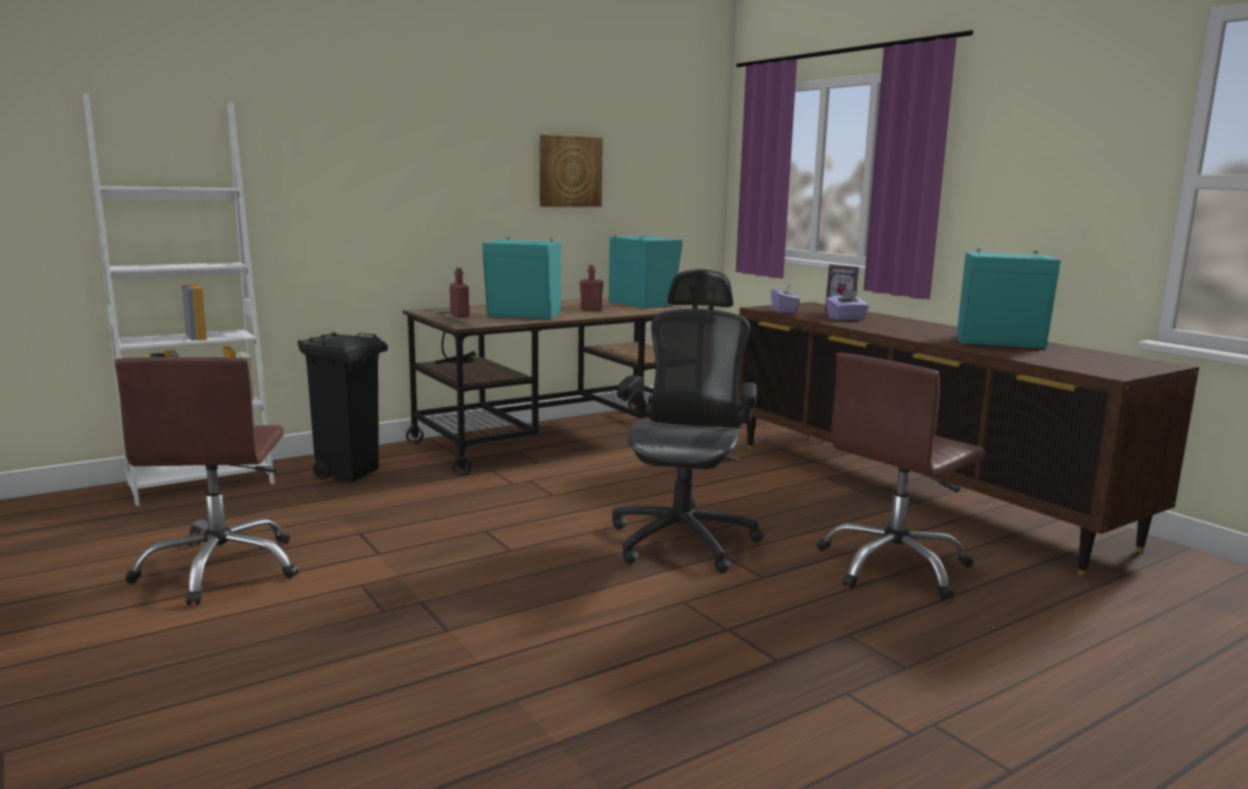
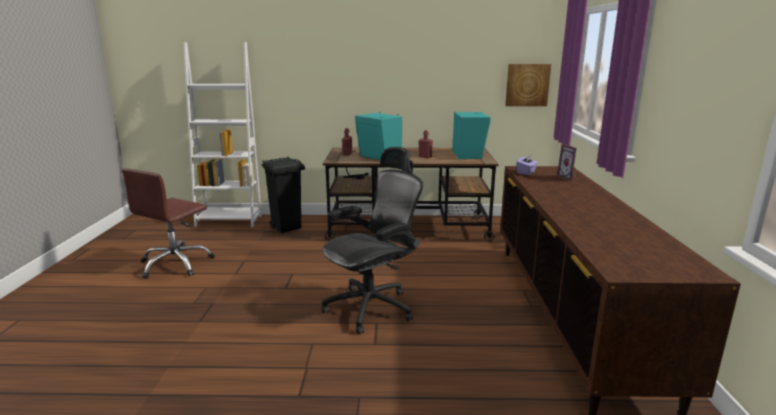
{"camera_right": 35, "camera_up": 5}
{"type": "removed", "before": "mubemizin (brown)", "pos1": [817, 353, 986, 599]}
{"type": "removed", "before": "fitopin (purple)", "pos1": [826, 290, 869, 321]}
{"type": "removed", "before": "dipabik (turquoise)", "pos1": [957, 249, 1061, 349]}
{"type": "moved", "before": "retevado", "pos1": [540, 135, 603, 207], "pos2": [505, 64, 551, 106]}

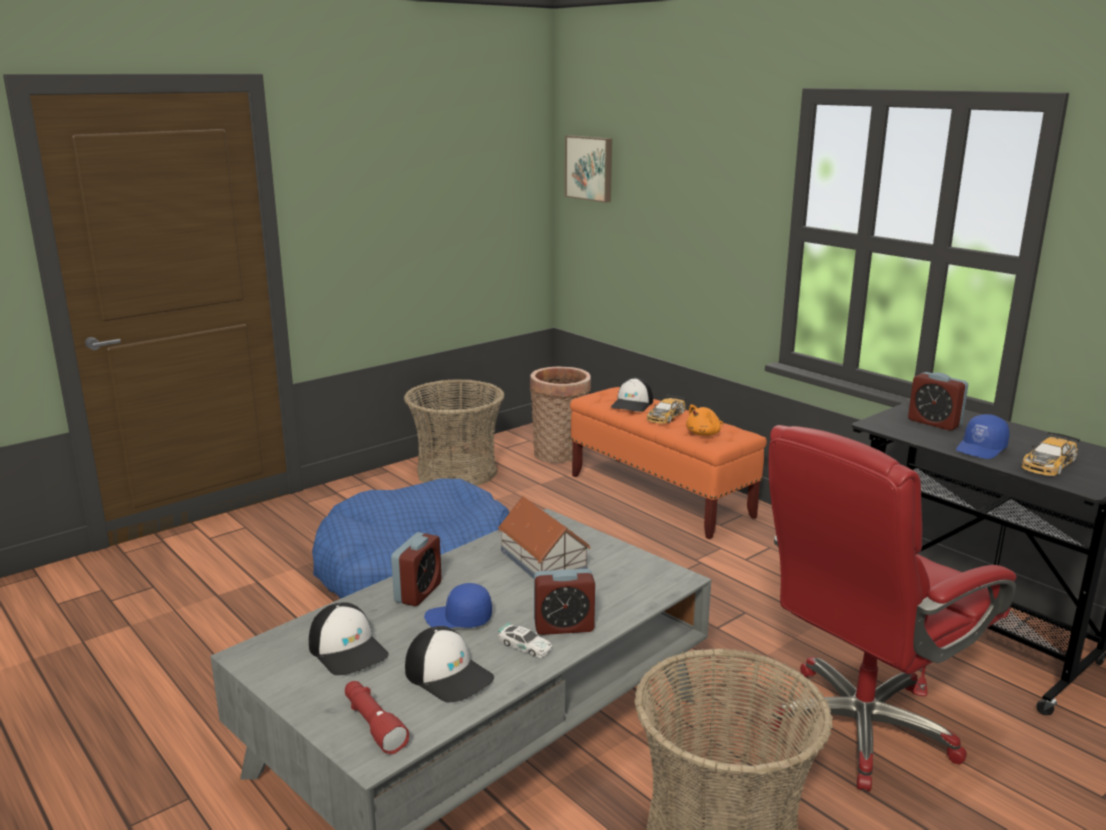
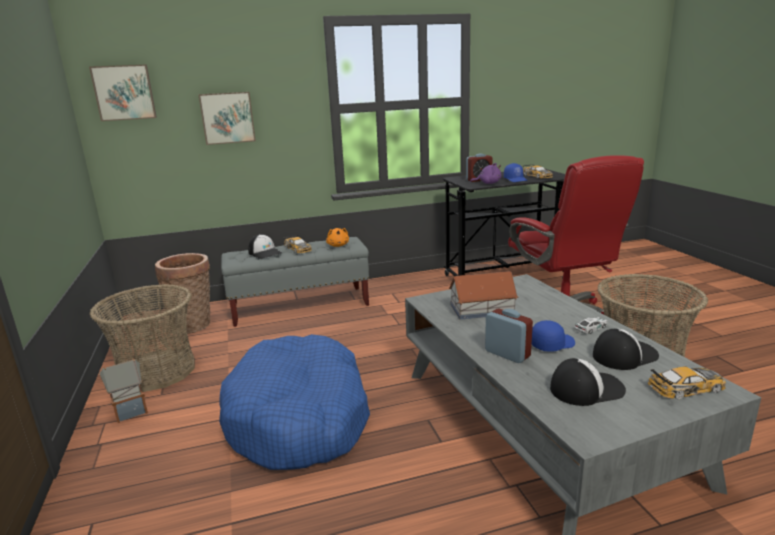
{"camera_right": -65, "camera_up": 0}
{"type": "removed", "before": "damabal", "pos1": [534, 569, 595, 635]}
{"type": "added", "after": "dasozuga", "pos2": [100, 359, 148, 423]}
{"type": "added", "after": "retevado", "pos2": [198, 92, 256, 145]}
{"type": "added", "after": "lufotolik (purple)", "pos2": [470, 163, 501, 184]}
{"type": "replaced", "before": "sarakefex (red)", "after": "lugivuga", "pos1": [345, 681, 409, 754], "pos2": [648, 366, 726, 399]}
{"type": "recoloured", "before": "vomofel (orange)", "after": "vomofel (grey)", "pos1": [570, 387, 767, 539], "pos2": [221, 237, 370, 327]}
{"type": "turned", "before": "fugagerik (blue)", "pos1": [424, 583, 492, 628], "pos2": [532, 320, 575, 352], "turn": -150}

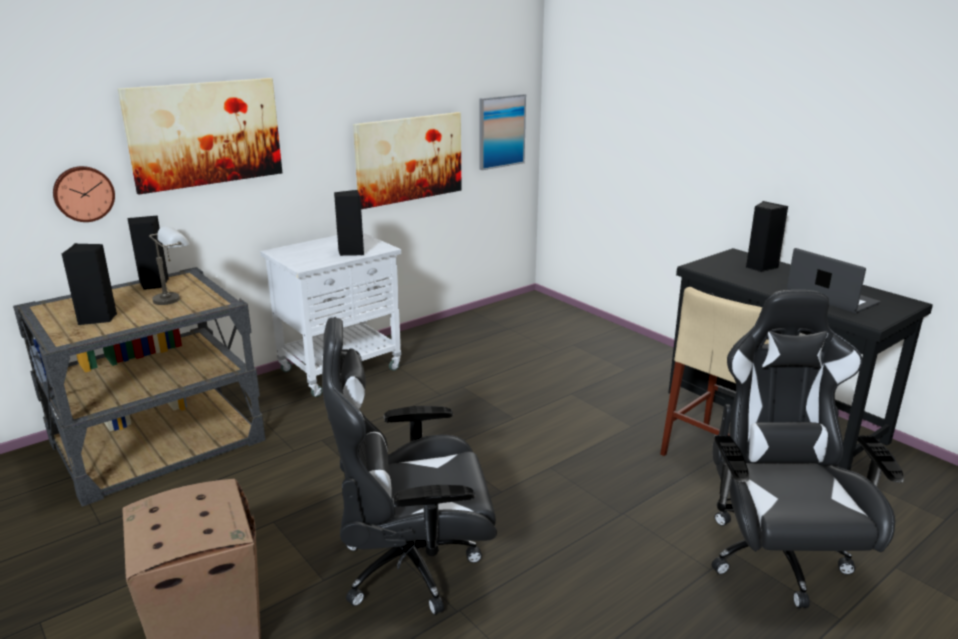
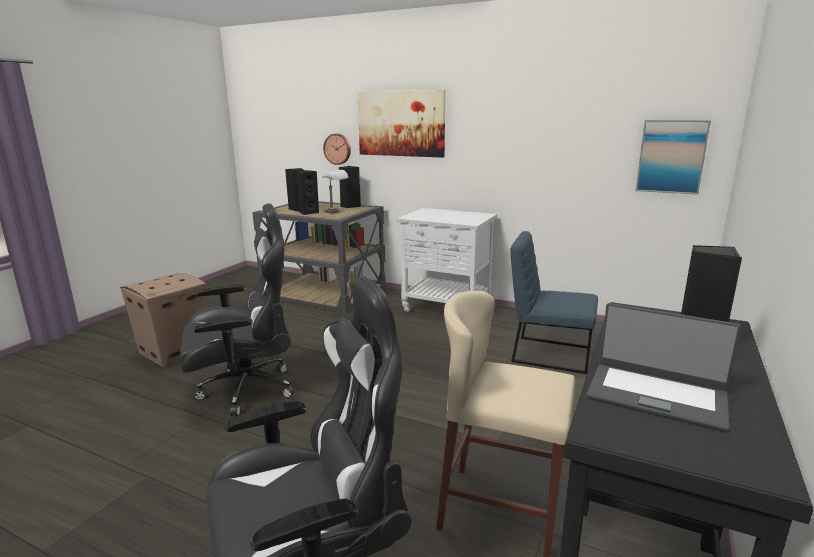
{"camera_right": 65, "camera_up": -5}
{"type": "removed", "before": "retevado", "pos1": [353, 112, 461, 209]}
{"type": "added", "after": "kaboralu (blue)", "pos2": [510, 231, 598, 374]}
{"type": "moved", "before": "dipabik (black)", "pos1": [334, 190, 364, 256], "pos2": [296, 170, 319, 215]}
{"type": "turned", "before": "mubemizin (black)", "pos1": [322, 317, 497, 615], "pos2": [180, 203, 295, 416], "turn": 105}
{"type": "turned", "before": "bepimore", "pos1": [787, 248, 881, 314], "pos2": [586, 303, 741, 432], "turn": 90}

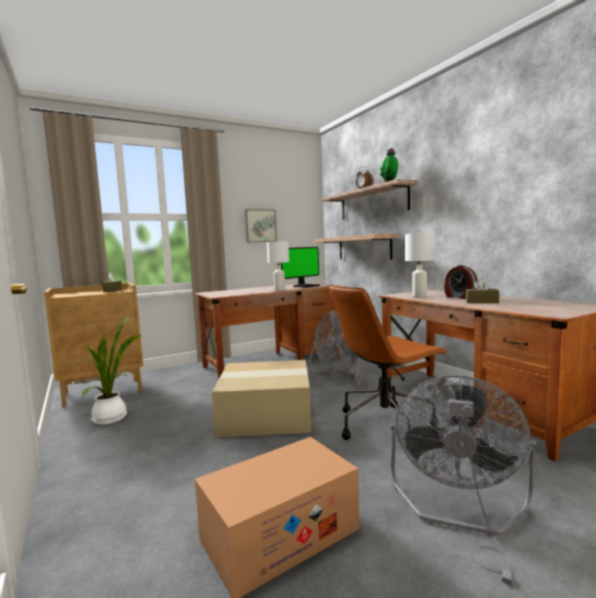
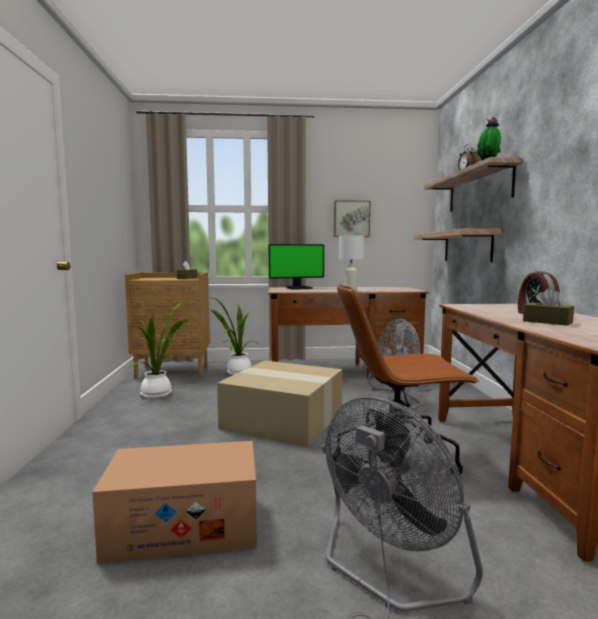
{"camera_right": 25, "camera_up": 0}
{"type": "removed", "before": "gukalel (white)", "pos1": [405, 233, 435, 297]}
{"type": "added", "after": "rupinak", "pos2": [211, 298, 257, 375]}
{"type": "moved", "before": "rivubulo", "pos1": [281, 247, 319, 288], "pos2": [269, 244, 324, 290]}

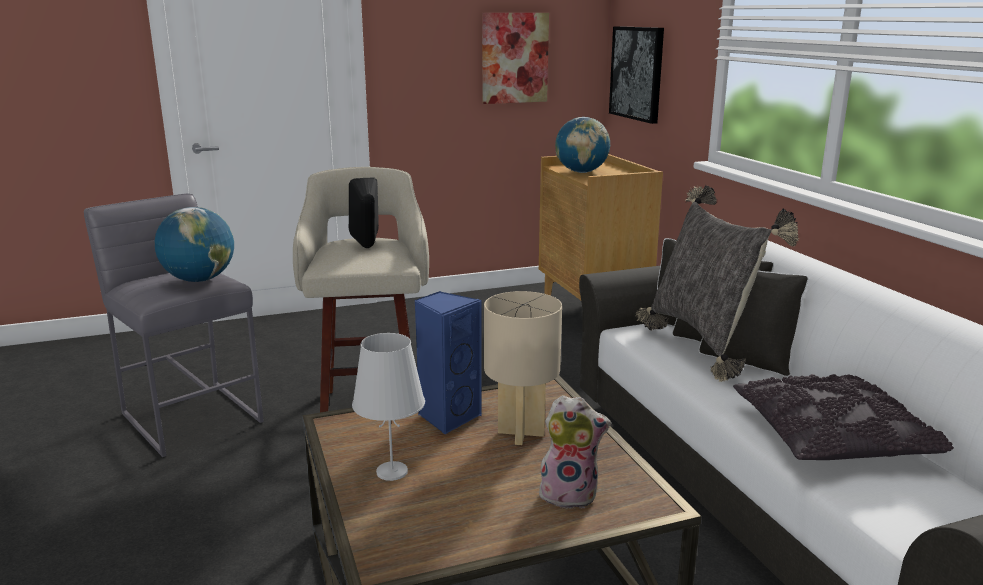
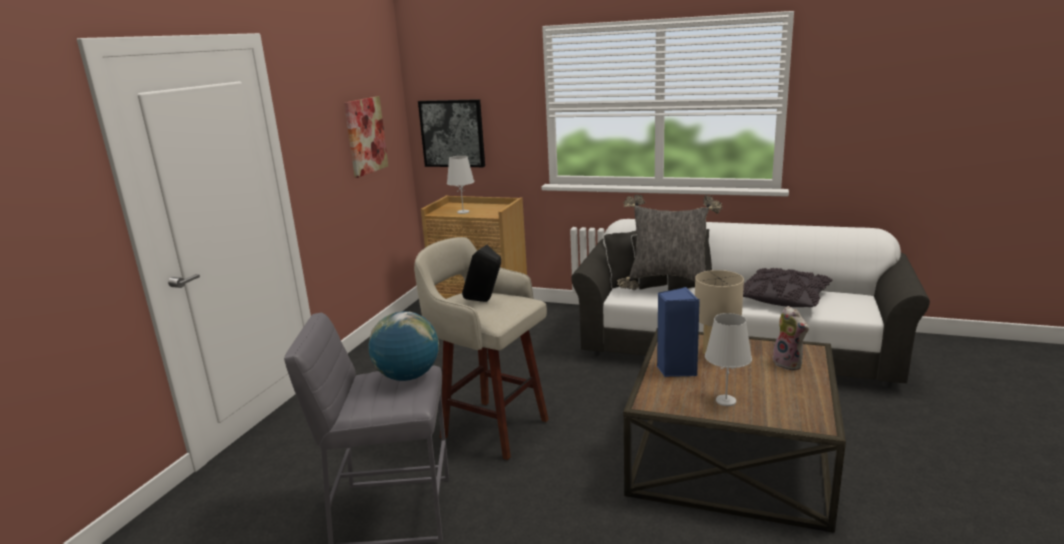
{"camera_right": -50, "camera_up": 0}
{"type": "replaced", "before": "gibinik", "after": "gukalel (white)", "pos1": [555, 117, 610, 173], "pos2": [447, 156, 475, 214]}
{"type": "turned", "before": "lufotolik", "pos1": [537, 395, 611, 509], "pos2": [772, 306, 809, 370], "turn": 105}

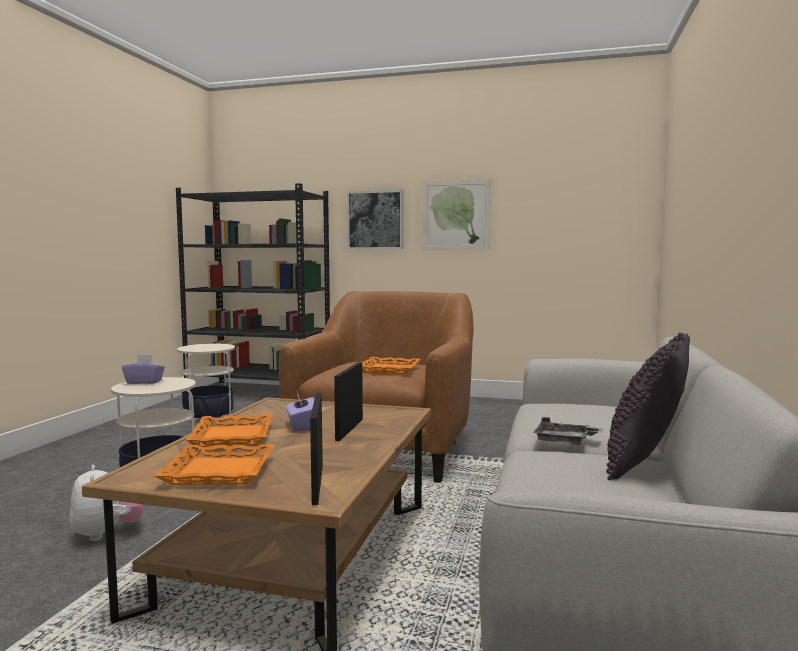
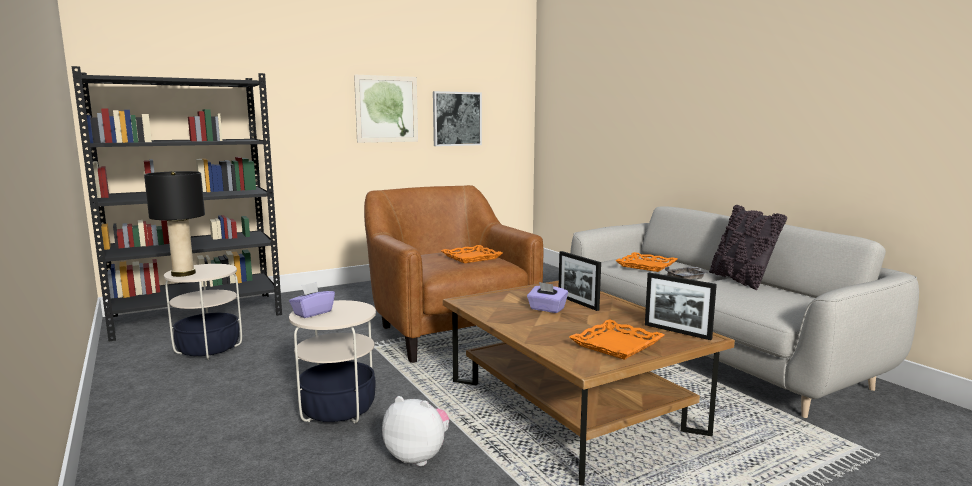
{"camera_right": -45, "camera_up": 5}
{"type": "added", "after": "gukalel (black)", "pos2": [144, 171, 205, 277]}
{"type": "moved", "before": "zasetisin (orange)", "pos1": [186, 414, 272, 447], "pos2": [615, 252, 678, 272]}
{"type": "moved", "before": "retevado", "pos1": [347, 190, 403, 249], "pos2": [433, 91, 482, 146]}

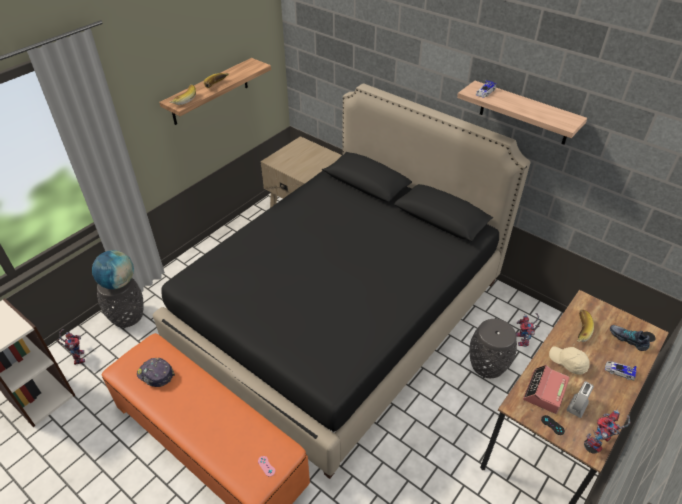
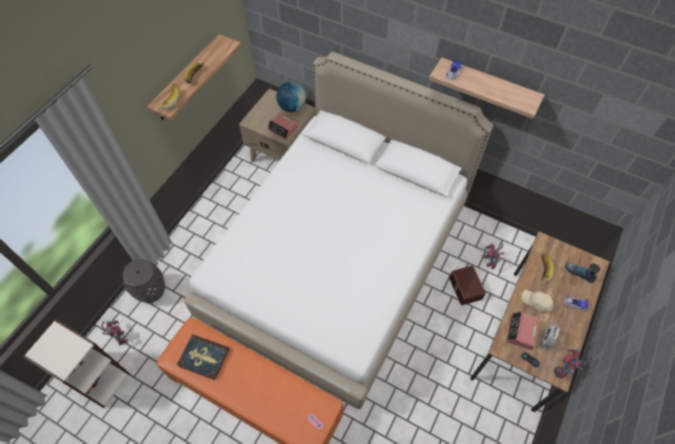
{"camera_right": -10, "camera_up": 15}
{"type": "added", "after": "damabal", "pos2": [268, 113, 298, 140]}
{"type": "moved", "before": "gibinik", "pos1": [92, 250, 134, 289], "pos2": [276, 81, 306, 112]}
{"type": "replaced", "before": "fugagerik", "after": "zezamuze", "pos1": [137, 358, 175, 387], "pos2": [177, 334, 230, 380]}
{"type": "replaced", "before": "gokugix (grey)", "after": "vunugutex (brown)", "pos1": [469, 319, 517, 378], "pos2": [449, 266, 486, 305]}
{"type": "recoloured", "before": "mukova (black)", "after": "mukova (white)", "pos1": [153, 84, 531, 479], "pos2": [184, 52, 494, 410]}

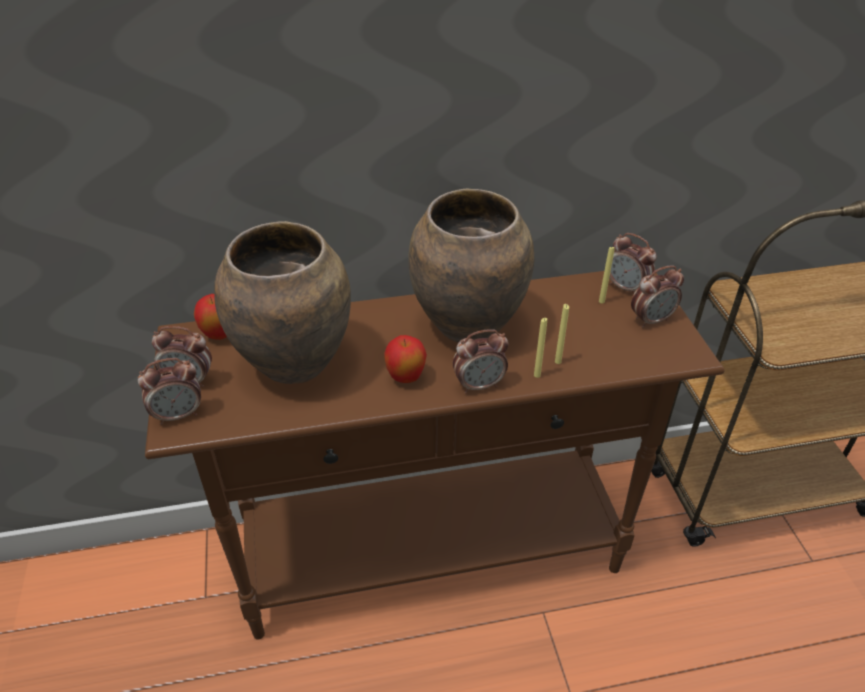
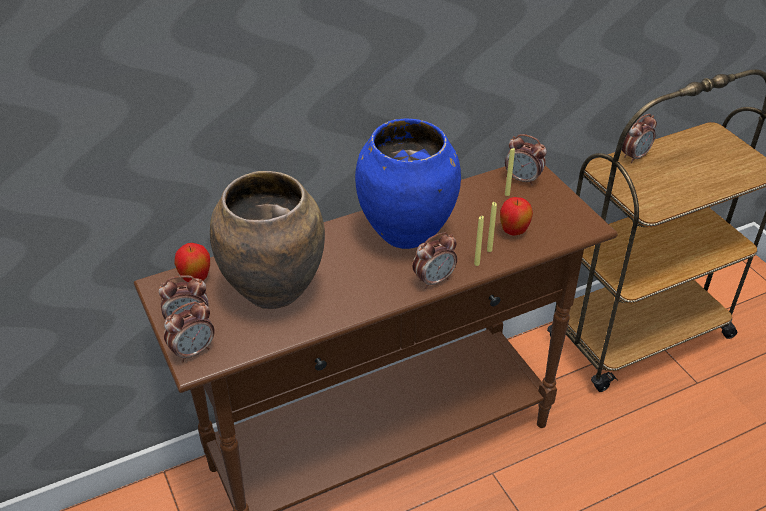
{"camera_right": -15, "camera_up": 0}
{"type": "moved", "before": "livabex", "pos1": [384, 335, 427, 383], "pos2": [500, 197, 533, 236]}
{"type": "moved", "before": "damabal", "pos1": [631, 266, 684, 328], "pos2": [622, 114, 657, 163]}
{"type": "recoloured", "before": "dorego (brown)", "after": "dorego (blue)", "pos1": [408, 188, 534, 343], "pos2": [355, 119, 461, 249]}

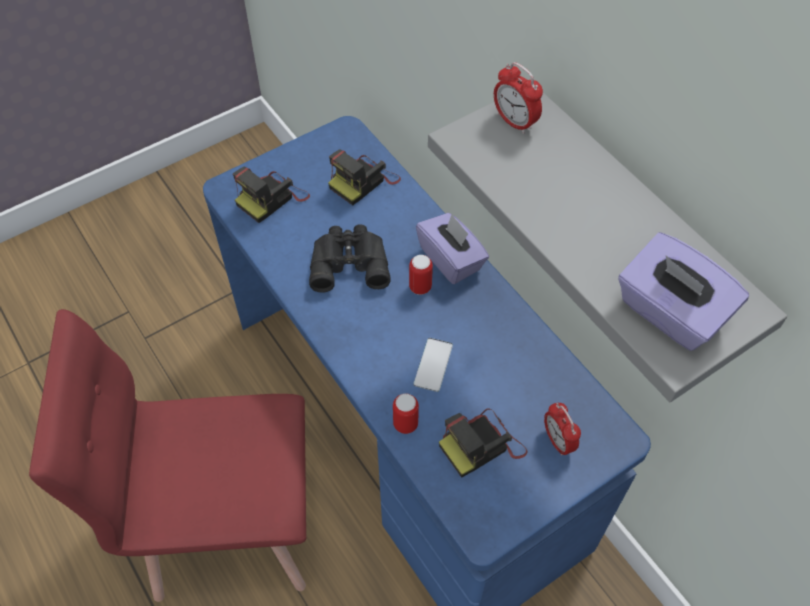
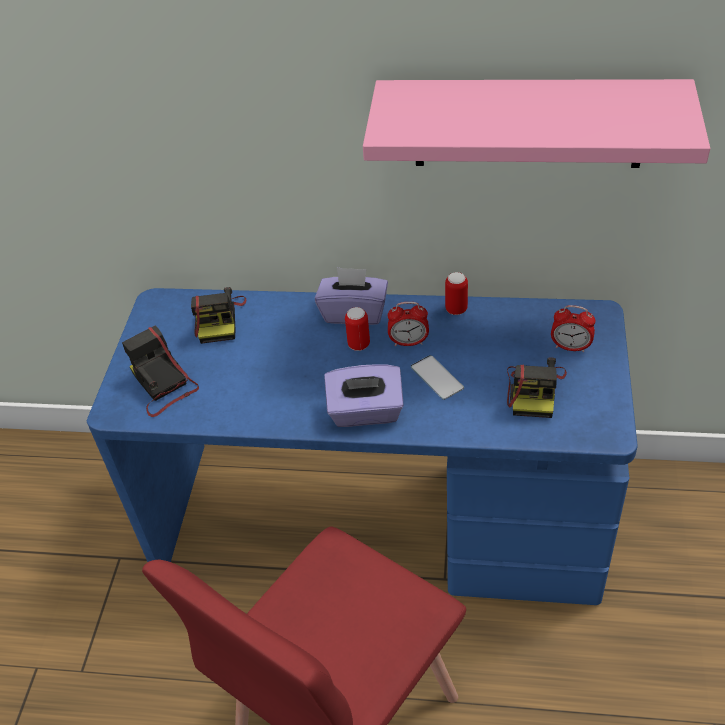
{"camera_right": -45, "camera_up": -10}
{"type": "removed", "before": "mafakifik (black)", "pos1": [309, 224, 390, 293]}
{"type": "moved", "before": "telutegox", "pos1": [393, 394, 419, 434], "pos2": [445, 272, 468, 315]}
{"type": "moved", "before": "damabal", "pos1": [494, 62, 543, 134], "pos2": [388, 302, 429, 346]}
{"type": "moved", "before": "fitopin (purple)", "pos1": [618, 232, 749, 351], "pos2": [324, 364, 404, 427]}
{"type": "recoloured", "before": "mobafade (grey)", "after": "mobafade (pink)", "pos1": [428, 93, 788, 402], "pos2": [363, 79, 710, 168]}
{"type": "turned", "before": "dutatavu", "pos1": [233, 167, 310, 223], "pos2": [122, 325, 199, 417], "turn": 150}

